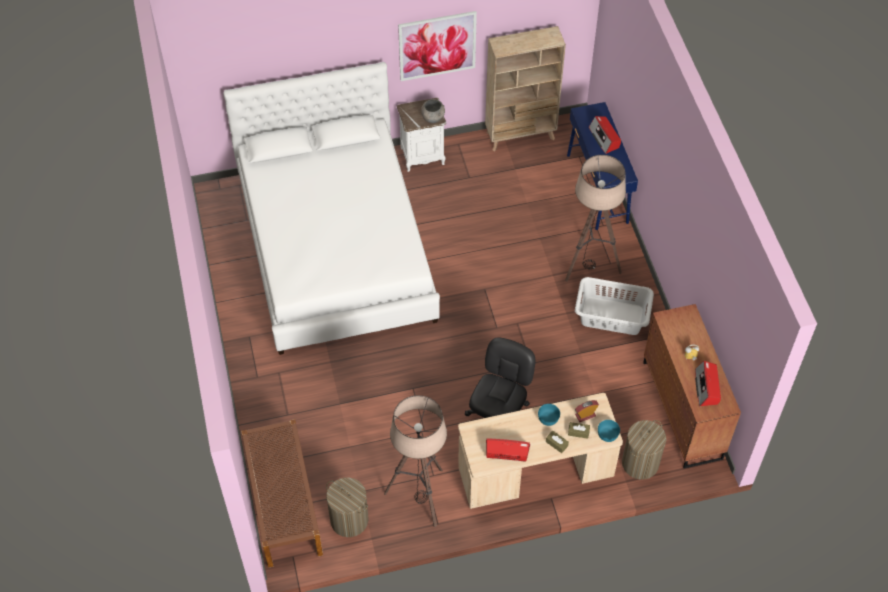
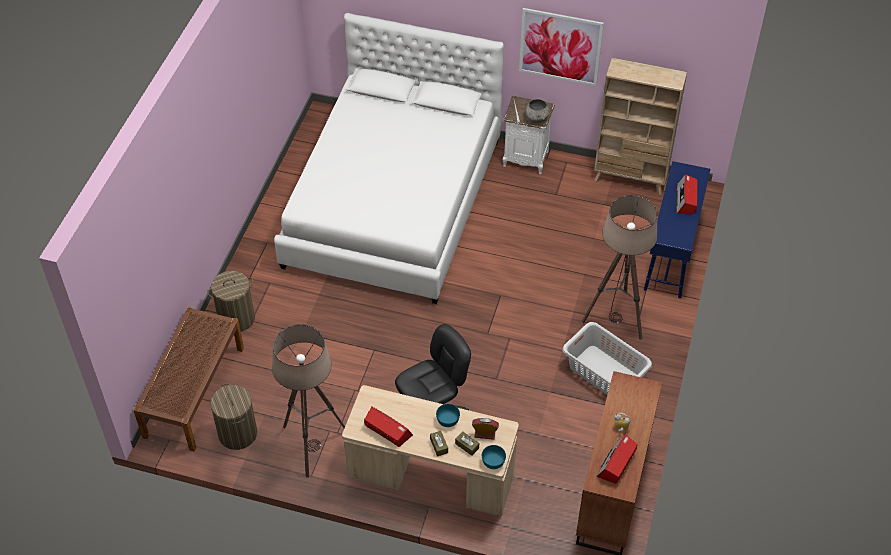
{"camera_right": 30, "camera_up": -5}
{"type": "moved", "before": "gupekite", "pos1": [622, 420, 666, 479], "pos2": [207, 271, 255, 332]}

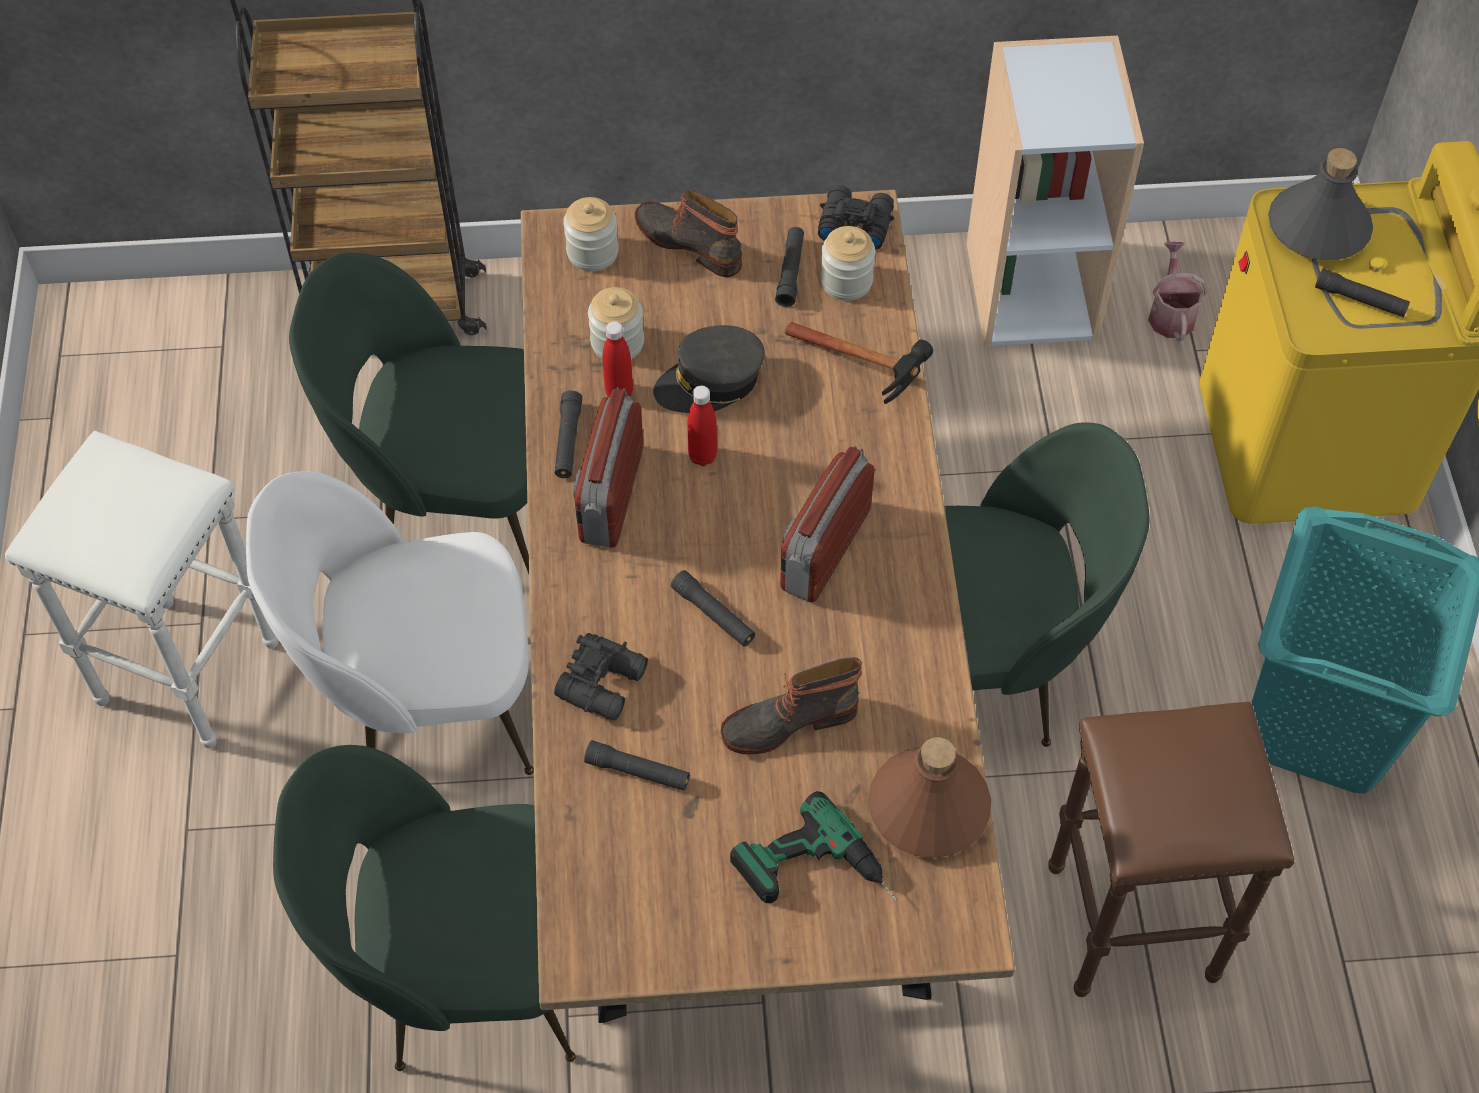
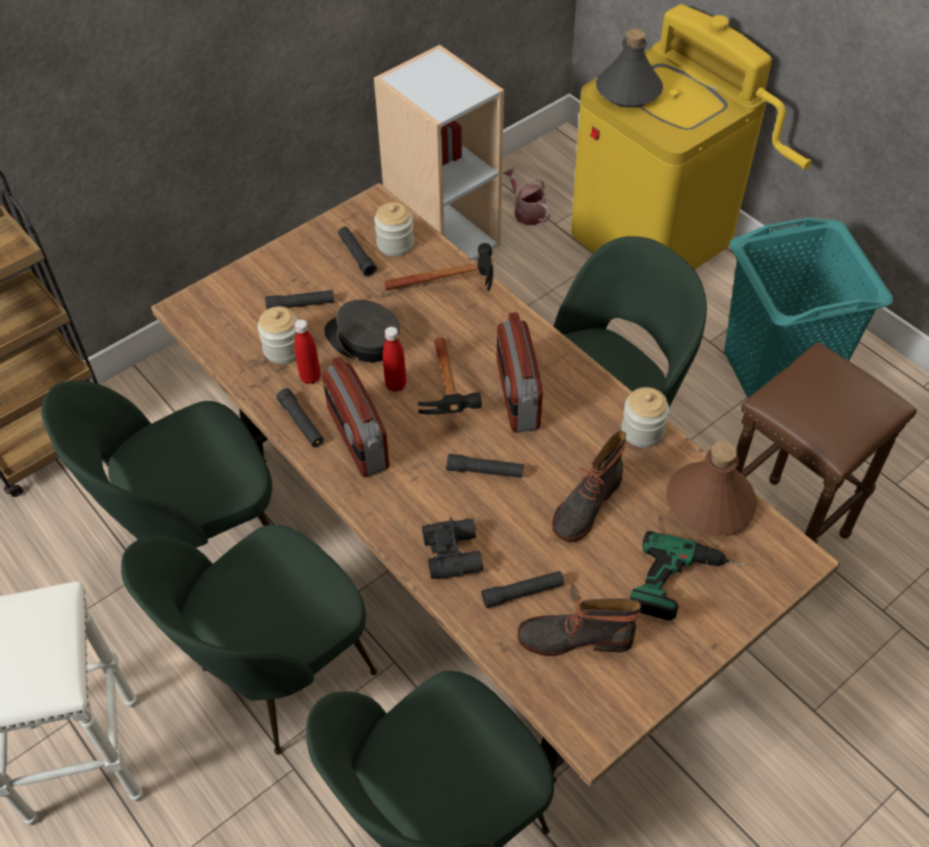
{"camera_right": -35, "camera_up": -5}
{"type": "removed", "before": "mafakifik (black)", "pos1": [818, 185, 894, 250]}
{"type": "added", "after": "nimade", "pos2": [418, 337, 482, 414]}
{"type": "moved", "before": "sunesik", "pos1": [563, 197, 619, 271], "pos2": [621, 387, 669, 448]}
{"type": "moved", "before": "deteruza", "pos1": [635, 190, 742, 277], "pos2": [517, 597, 641, 656]}
{"type": "moved", "before": "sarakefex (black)", "pos1": [1315, 268, 1410, 317], "pos2": [265, 290, 334, 309]}
{"type": "recoloured", "before": "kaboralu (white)", "after": "kaboralu (green)", "pos1": [246, 471, 534, 775], "pos2": [121, 525, 377, 755]}
{"type": "turned", "before": "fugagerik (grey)", "pos1": [653, 325, 765, 413], "pos2": [324, 300, 400, 362], "turn": 90}

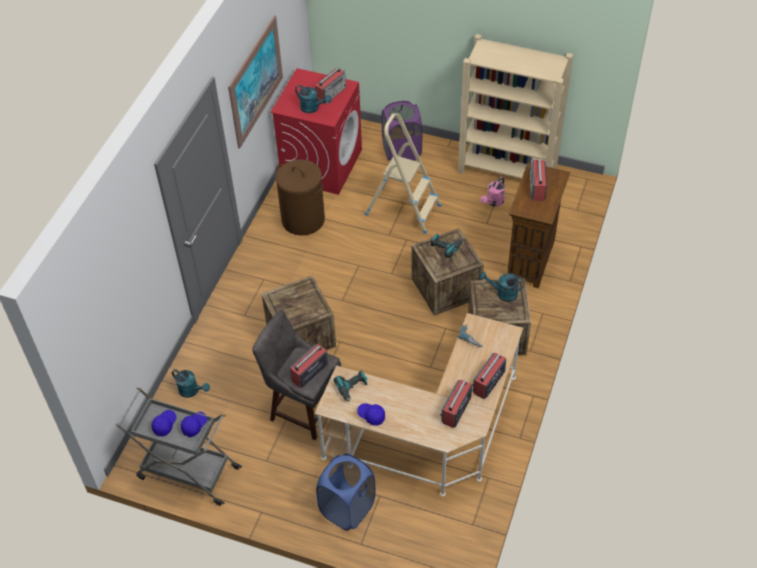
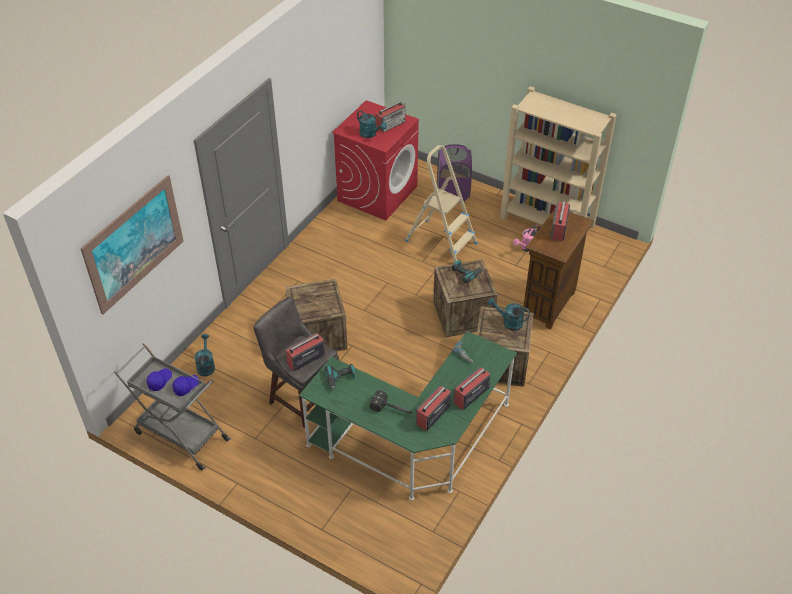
{"camera_right": 10, "camera_up": -5}
{"type": "removed", "before": "gupekite (brown)", "pos1": [275, 159, 325, 236]}
{"type": "removed", "before": "gupekite (blue)", "pos1": [316, 454, 376, 531]}
{"type": "removed", "before": "fugagerik (blue)", "pos1": [357, 403, 385, 426]}
{"type": "added", "after": "nimade", "pos2": [370, 390, 413, 414]}
{"type": "moved", "before": "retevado", "pos1": [228, 15, 283, 149], "pos2": [80, 175, 184, 315]}
{"type": "recoloured", "before": "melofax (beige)", "after": "melofax (green)", "pos1": [314, 313, 523, 496], "pos2": [299, 331, 517, 500]}
{"type": "turned", "before": "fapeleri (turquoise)", "pos1": [172, 369, 210, 398], "pos2": [194, 334, 215, 377], "turn": -135}

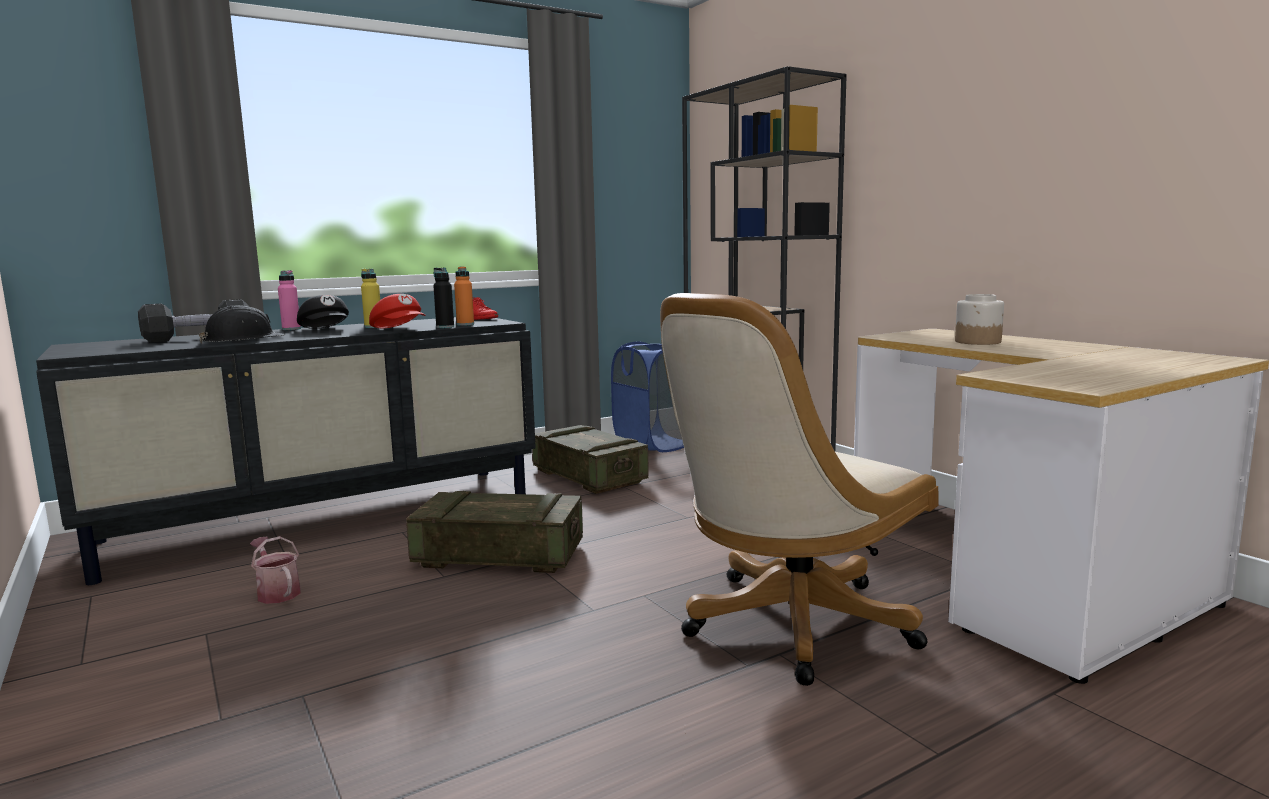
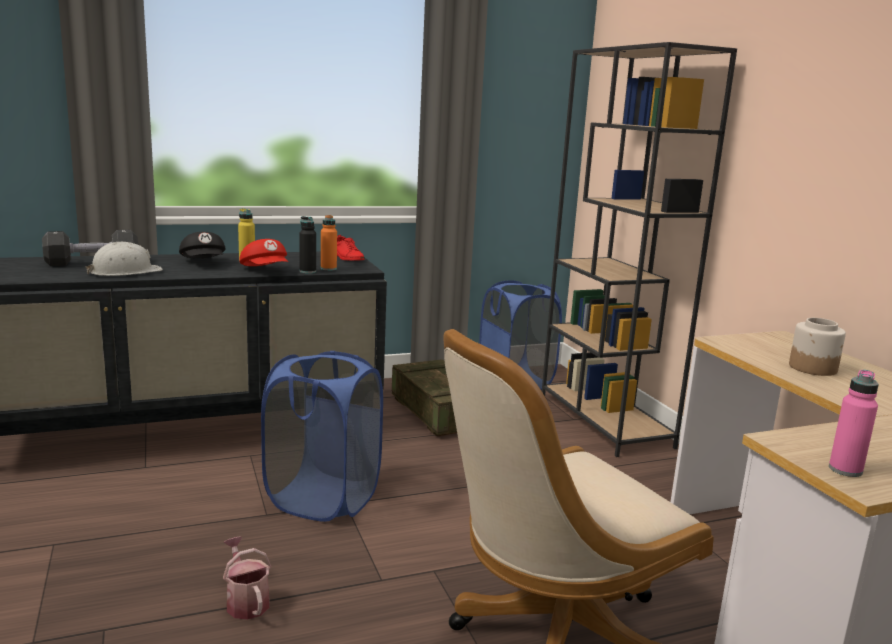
{"camera_right": 10, "camera_up": 5}
{"type": "moved", "before": "fapeleri", "pos1": [250, 536, 301, 604], "pos2": [223, 536, 272, 620]}
{"type": "moved", "before": "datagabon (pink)", "pos1": [278, 270, 301, 330], "pos2": [829, 370, 879, 477]}
{"type": "replaced", "before": "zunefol", "after": "gupekite (blue)", "pos1": [406, 491, 583, 573], "pos2": [261, 351, 383, 522]}
{"type": "recoloured", "before": "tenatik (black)", "after": "tenatik (white)", "pos1": [199, 305, 286, 344], "pos2": [86, 242, 163, 276]}

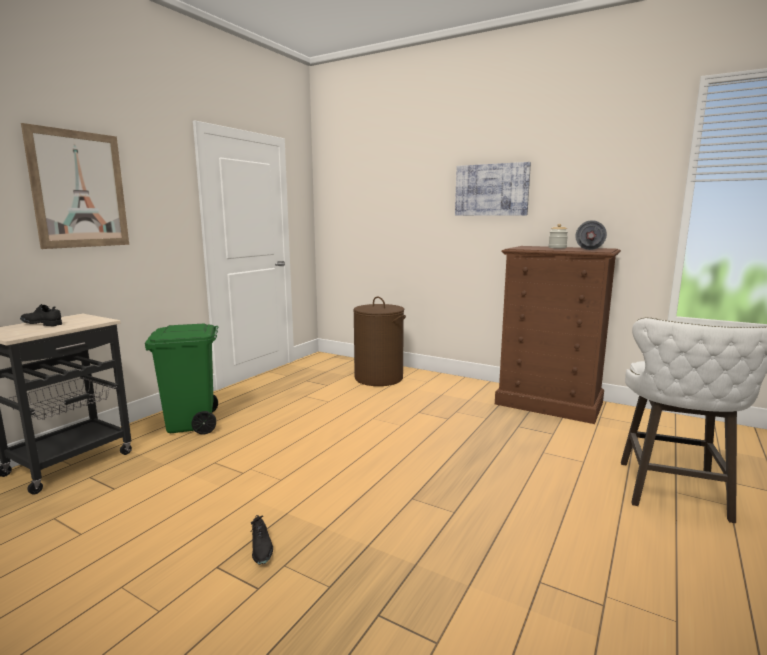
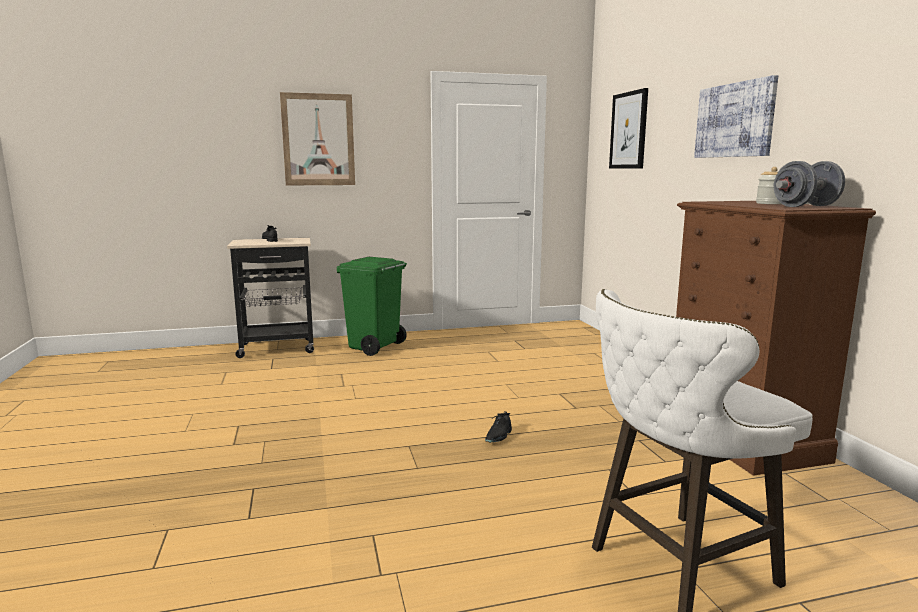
{"camera_right": 45, "camera_up": 0}
{"type": "removed", "before": "gupekite (brown)", "pos1": [353, 297, 406, 386]}
{"type": "added", "after": "retevado", "pos2": [609, 88, 648, 169]}
{"type": "moved", "before": "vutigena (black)", "pos1": [251, 515, 273, 565], "pos2": [485, 411, 512, 443]}

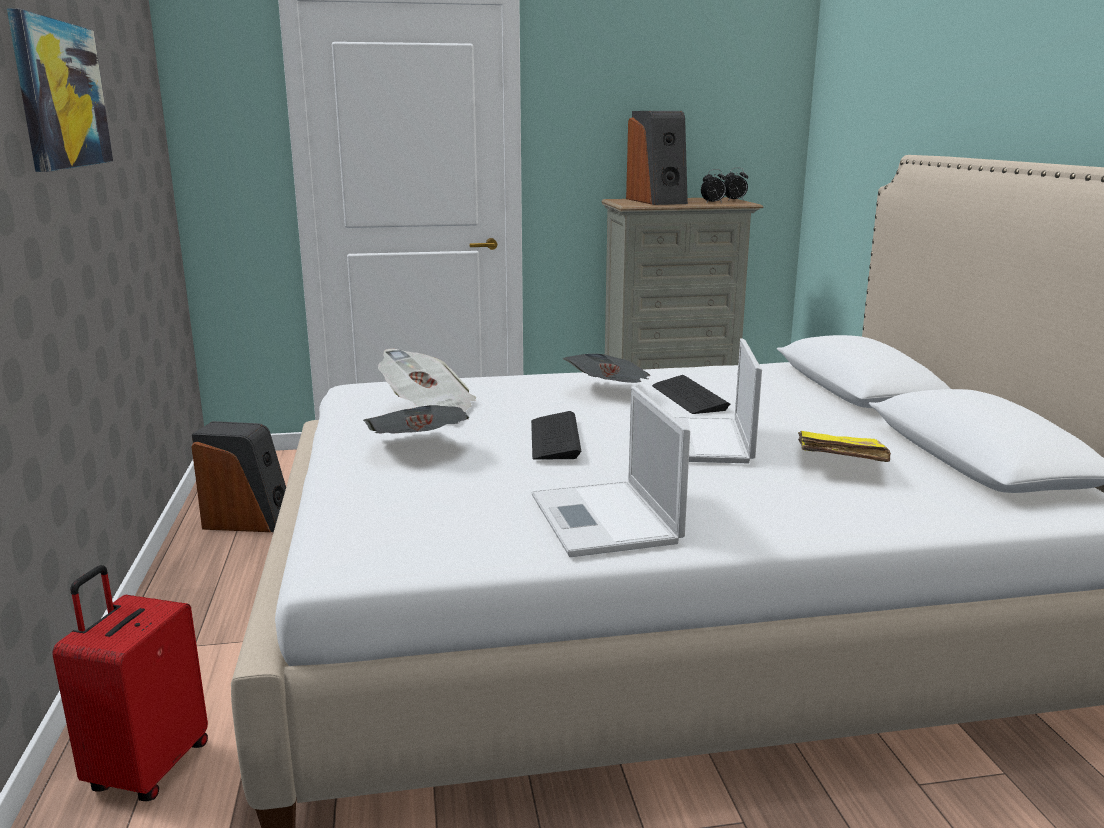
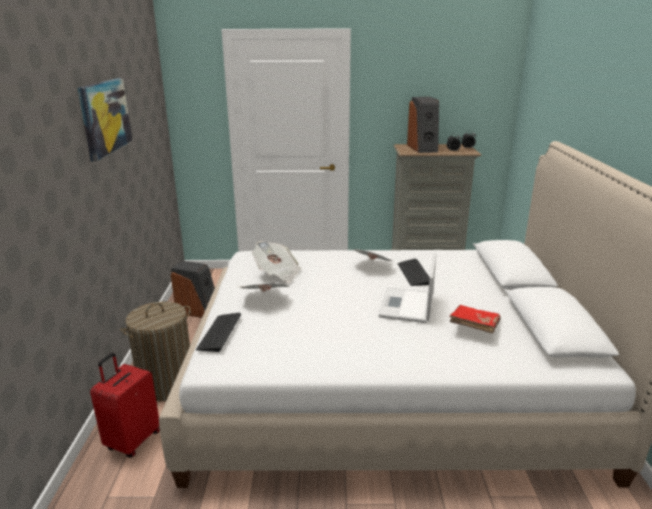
{"camera_right": 10, "camera_up": 5}
{"type": "removed", "before": "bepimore", "pos1": [532, 386, 690, 557]}
{"type": "added", "after": "gupekite", "pos2": [120, 302, 191, 401]}
{"type": "moved", "before": "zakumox", "pos1": [531, 411, 581, 460], "pos2": [196, 313, 241, 352]}
{"type": "recoloured", "before": "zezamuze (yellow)", "after": "zezamuze (red)", "pos1": [798, 431, 891, 462], "pos2": [450, 305, 501, 333]}

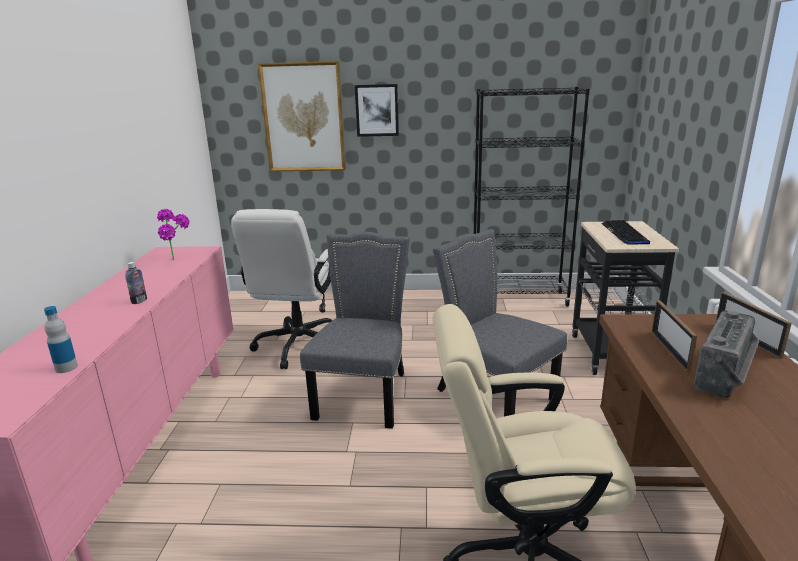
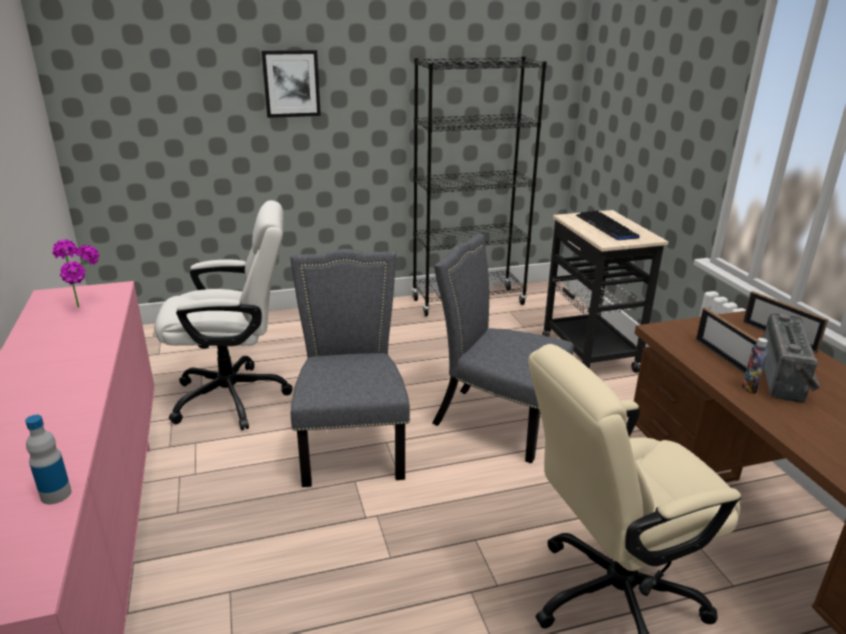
{"camera_right": -20, "camera_up": 5}
{"type": "removed", "before": "retevado", "pos1": [258, 61, 346, 172]}
{"type": "moved", "before": "datagabon", "pos1": [125, 262, 147, 304], "pos2": [742, 338, 768, 394]}
{"type": "turned", "before": "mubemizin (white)", "pos1": [231, 209, 333, 369], "pos2": [155, 200, 293, 430], "turn": -90}

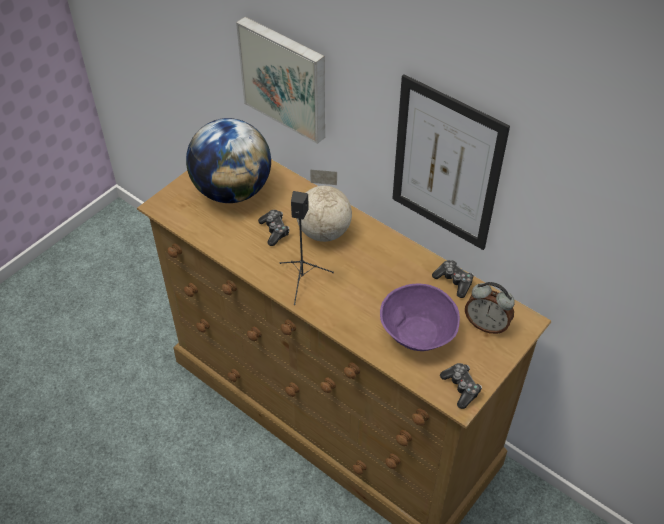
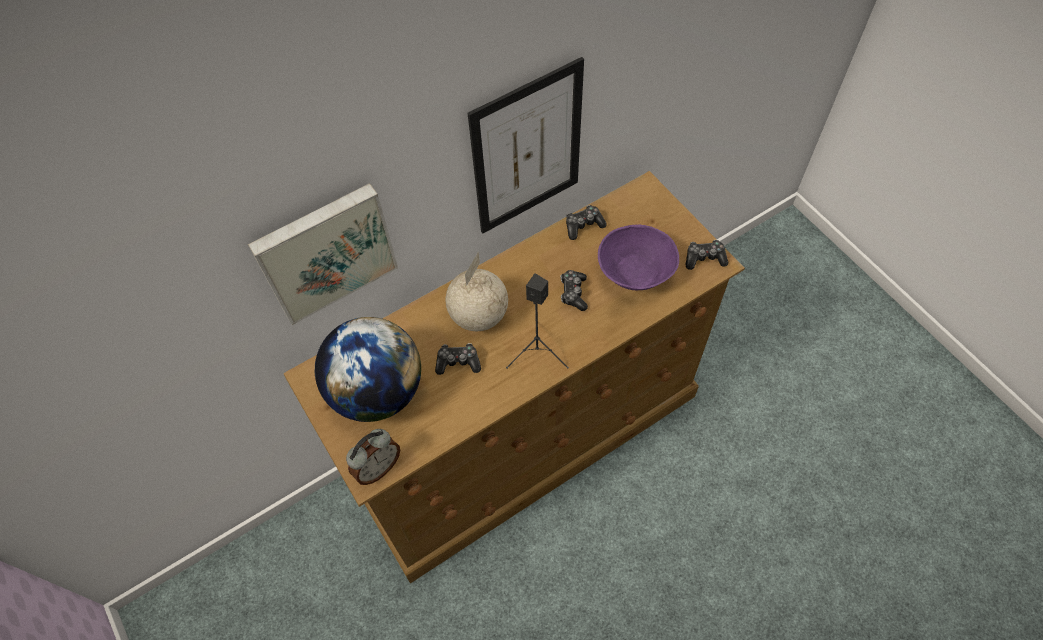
{"camera_right": -70, "camera_up": 10}
{"type": "added", "after": "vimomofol", "pos2": [560, 270, 588, 311]}
{"type": "moved", "before": "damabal", "pos1": [465, 282, 515, 334], "pos2": [346, 429, 400, 485]}

